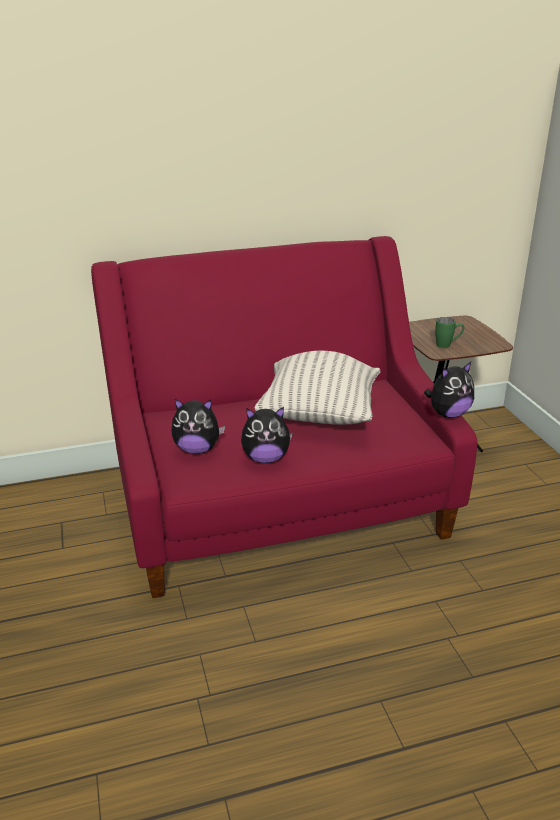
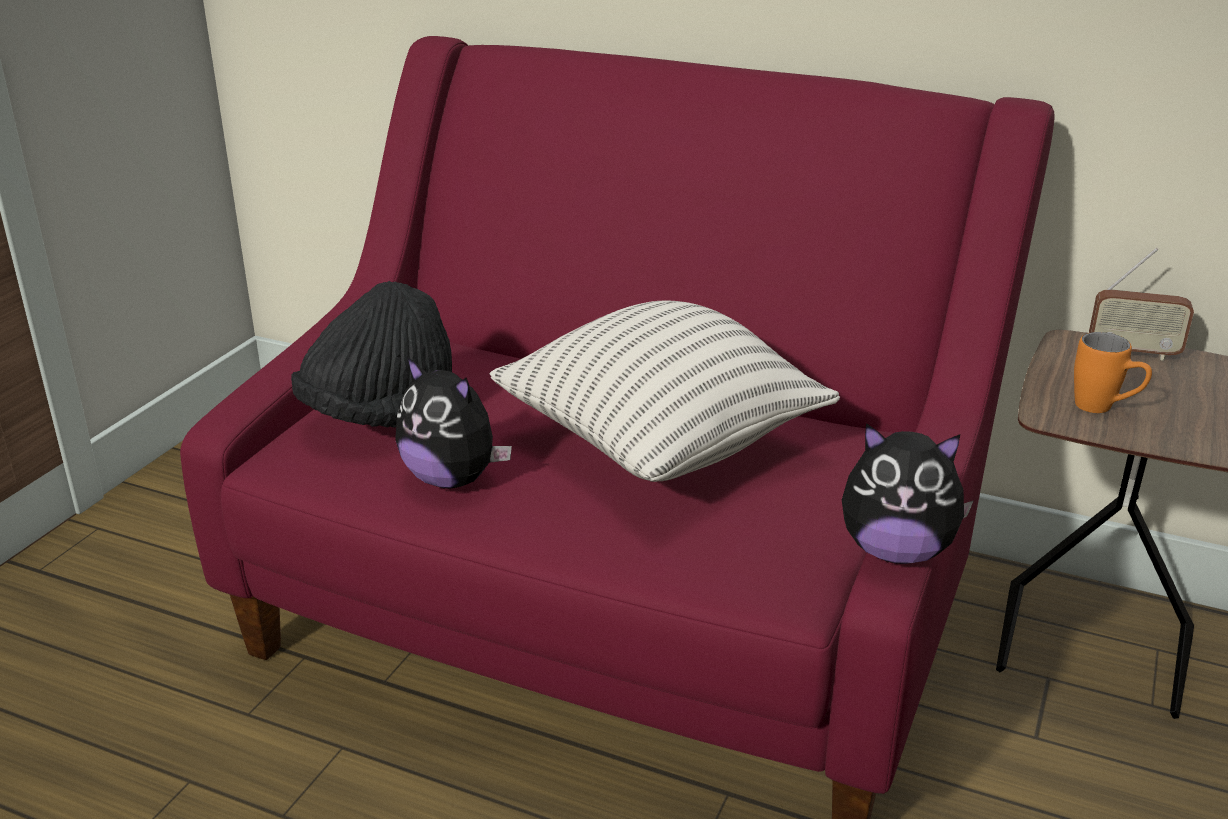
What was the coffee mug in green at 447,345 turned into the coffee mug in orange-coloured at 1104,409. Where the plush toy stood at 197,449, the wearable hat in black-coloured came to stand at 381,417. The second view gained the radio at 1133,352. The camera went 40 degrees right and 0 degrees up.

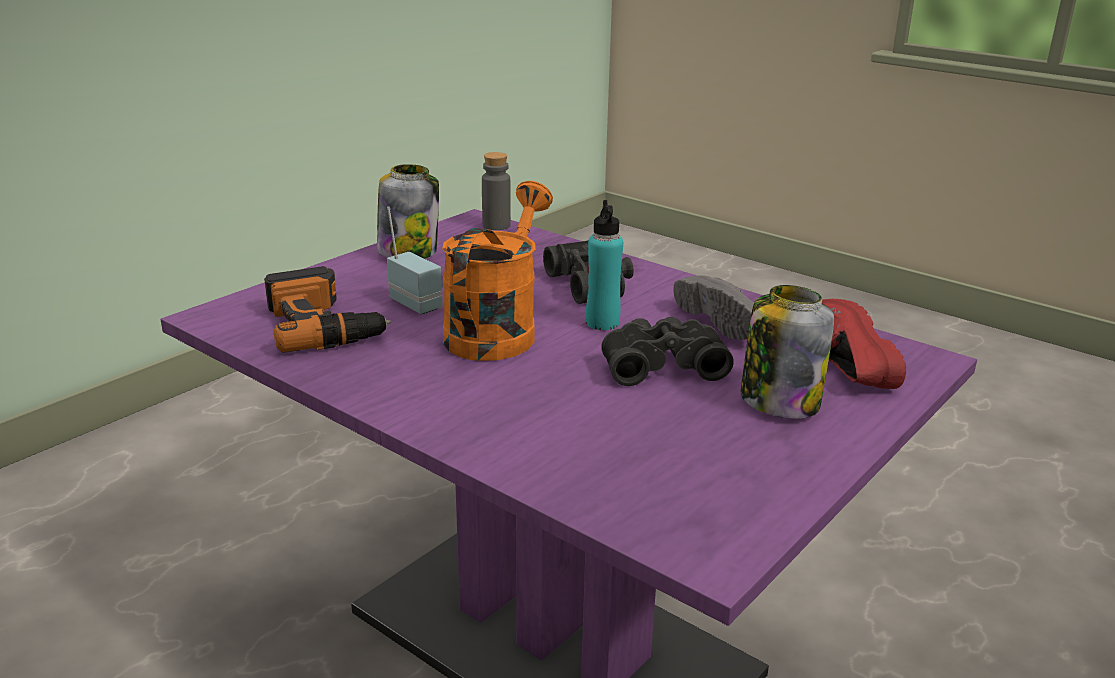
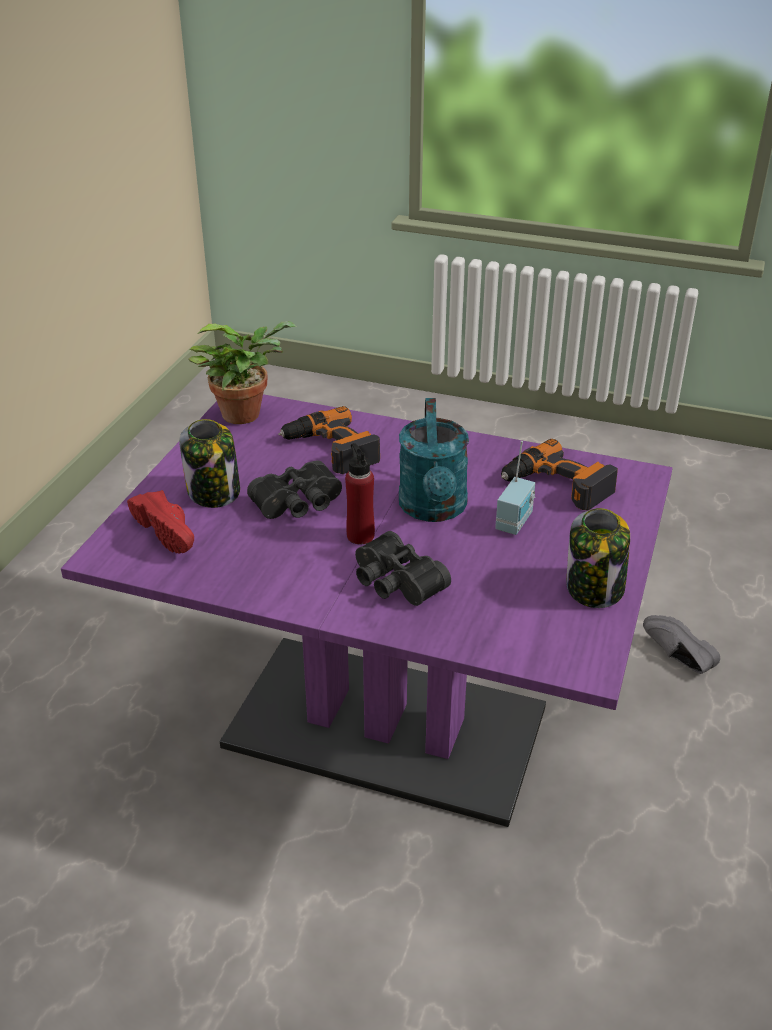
The second view lost the drink bottle in gray at 496,225. What was the sprinkling can in orange-coloured at 496,330 turned into the sprinkling can in blue-green at 434,509. What was the drink bottle in blue-green at 602,323 turned into the drink bottle in red at 360,536. The radio at 417,304 ended up facing another way, 90 degrees counterclockwise from before. The item of footwear in gray ended up elsewhere, having gone from 725,323 to 675,657. The second view gained the potted plant at 246,413. The second view gained the power drill at 330,449. The camera went 160 degrees right and 10 degrees up.

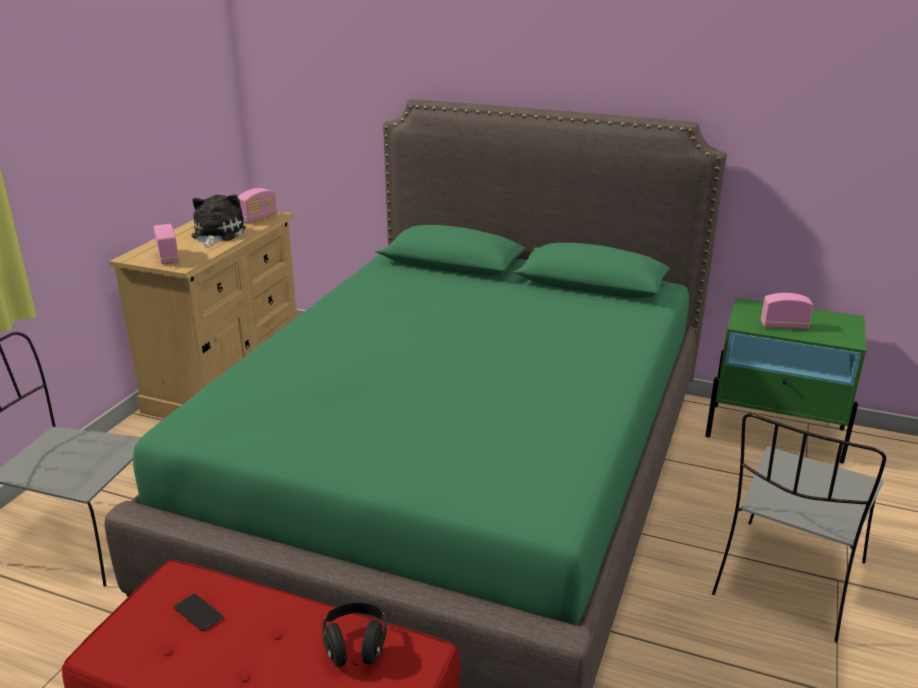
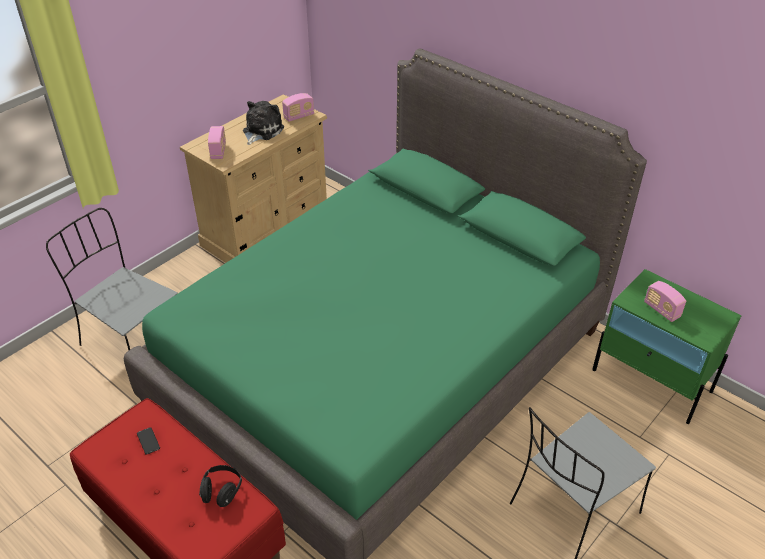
The radio at 783,326 ended up facing another way, 150 degrees counterclockwise from before. The camera went 20 degrees right and 15 degrees up.

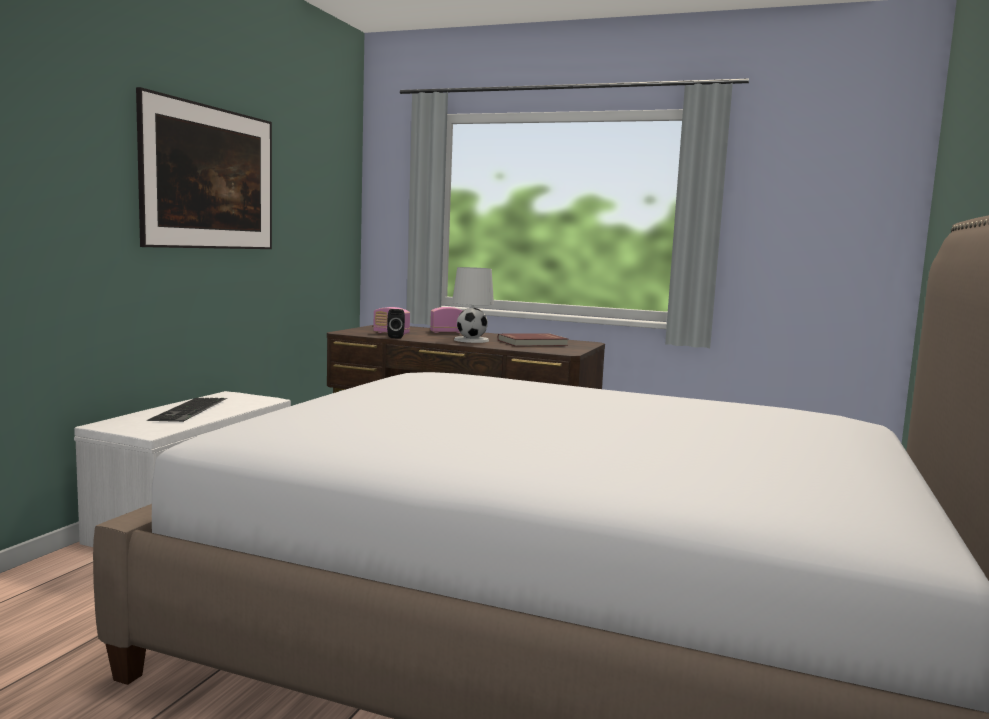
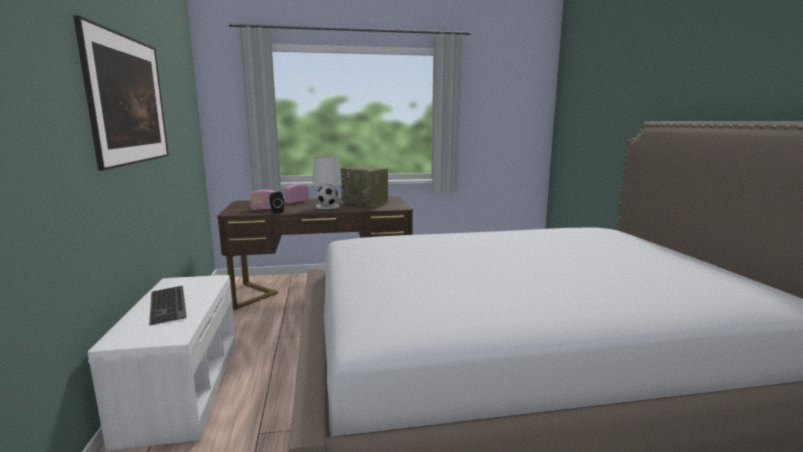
Where the volume in red stood at 533,343, the radio came to stand at 366,203. The camera went 30 degrees left and 5 degrees up.

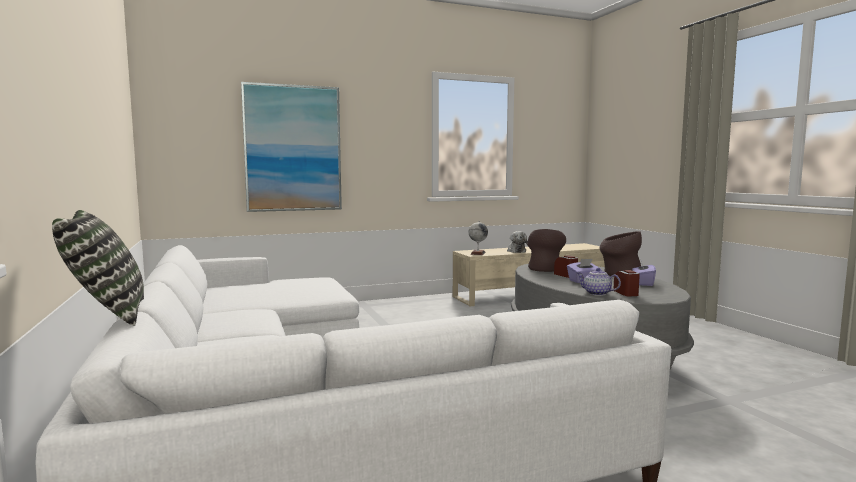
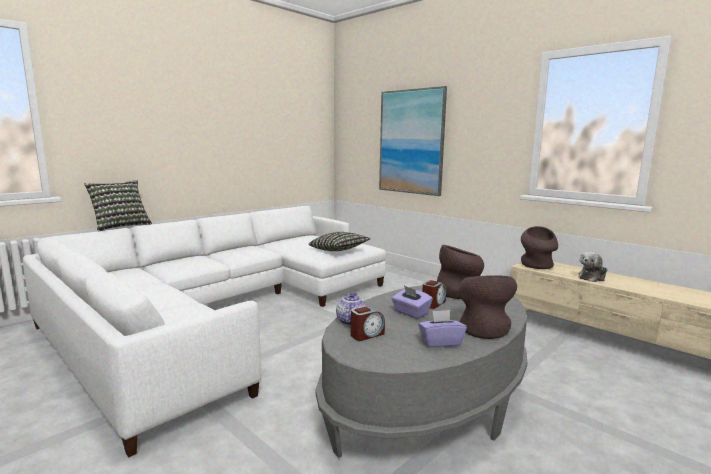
Where the world globe stood at 478,253, the decorative vase in brown-coloured came to stand at 537,266. The second view gained the cushion at 339,251. The camera went 65 degrees right and 5 degrees up.

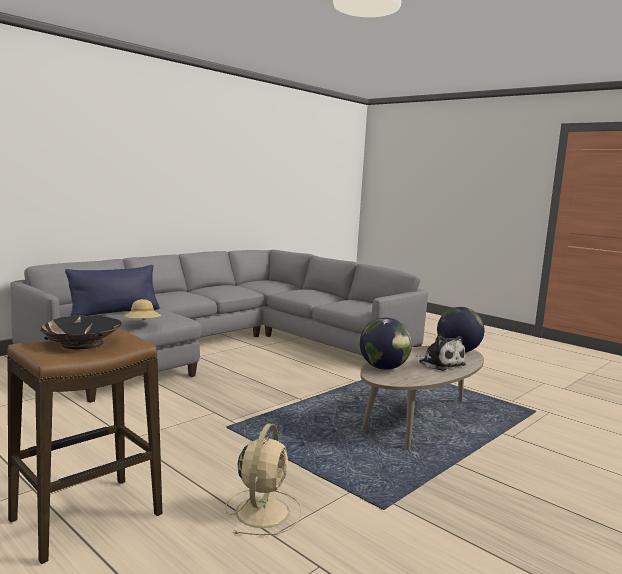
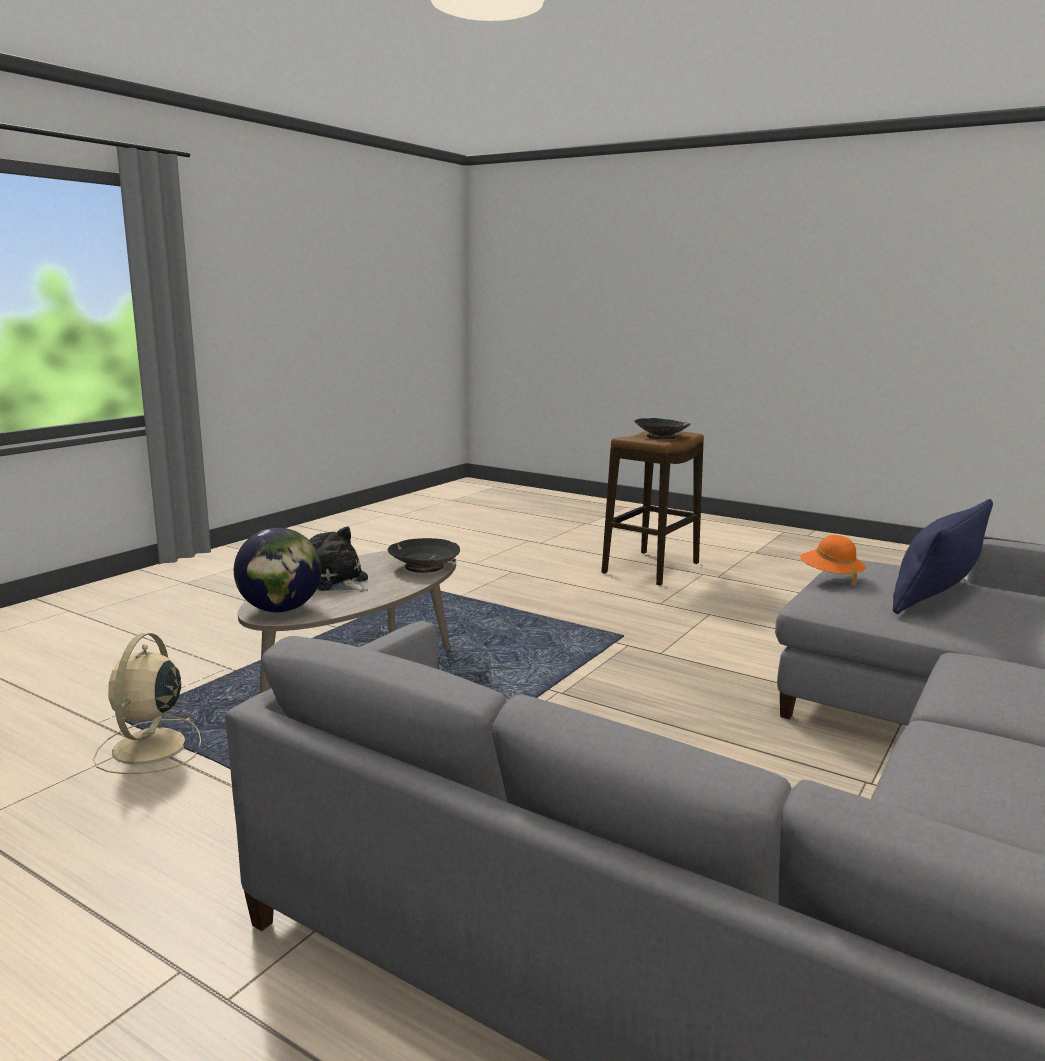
What was the wearable hat in beige at 142,324 turned into the wearable hat in orange-coloured at 830,576. Where the world globe stood at 384,368, the bowl in black-coloured came to stand at 424,566. The electric fan in beige ended up elsewhere, having gone from 263,511 to 149,748. The camera went 170 degrees right and 5 degrees up.

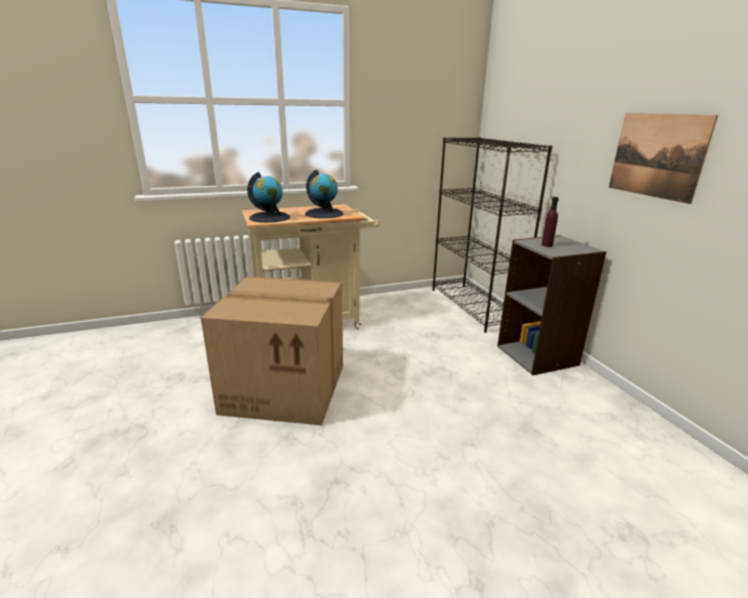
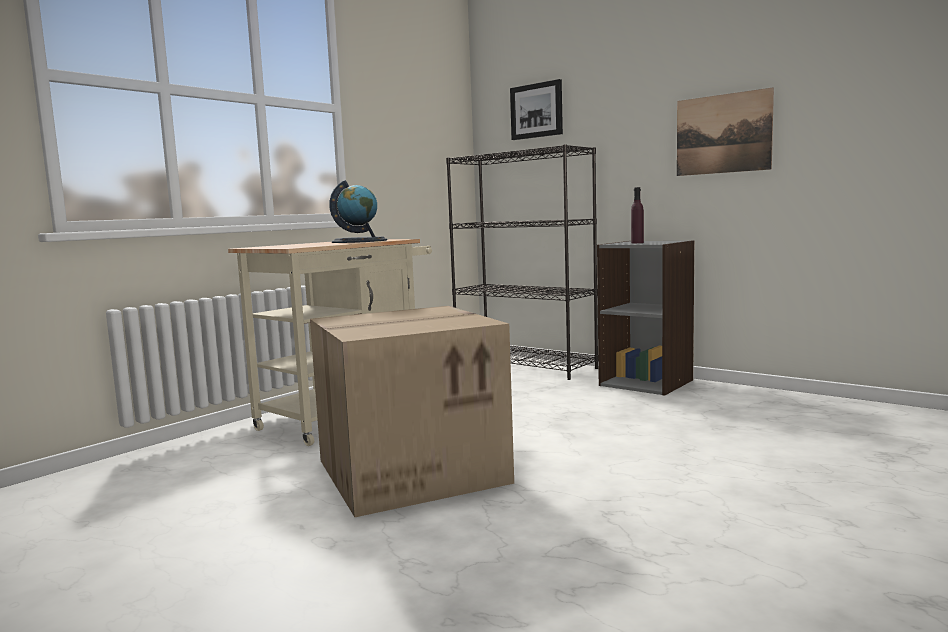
The second view lost the world globe at 269,217. The second view gained the picture at 537,110. The camera went 30 degrees left and 15 degrees down.

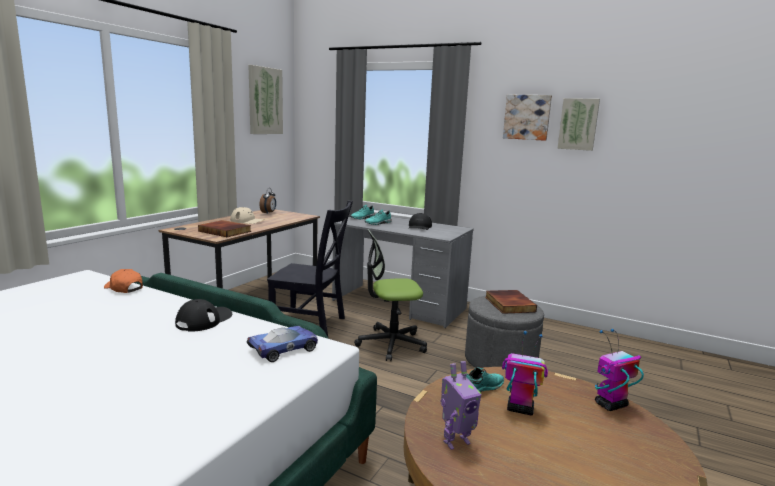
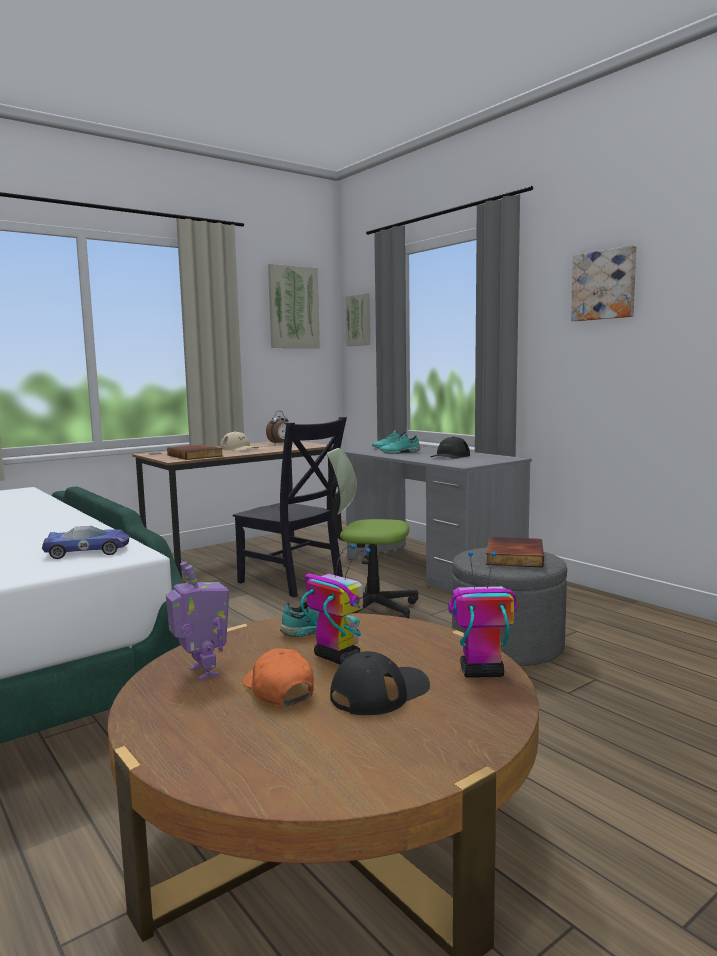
The picture ended up elsewhere, having gone from 578,124 to 359,320. The peaked cap in orange-coloured ended up elsewhere, having gone from 124,288 to 278,690. The peaked cap in black-coloured ended up elsewhere, having gone from 204,320 to 380,692. The robot figure at 455,441 ended up facing another way, 120 degrees counterclockwise from before. The camera went 25 degrees right and 5 degrees down.

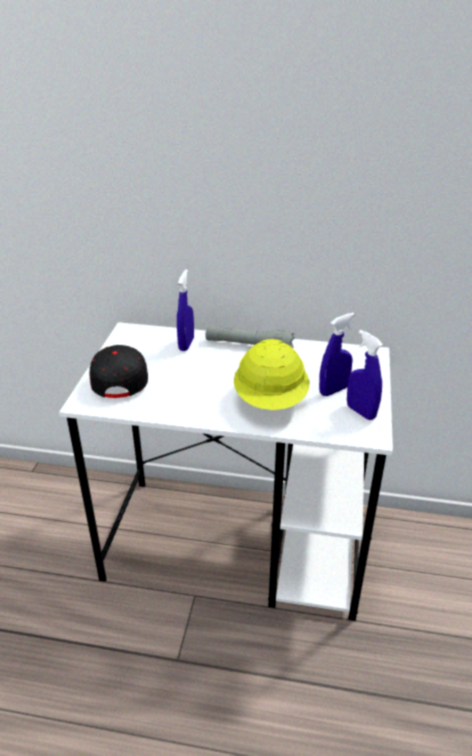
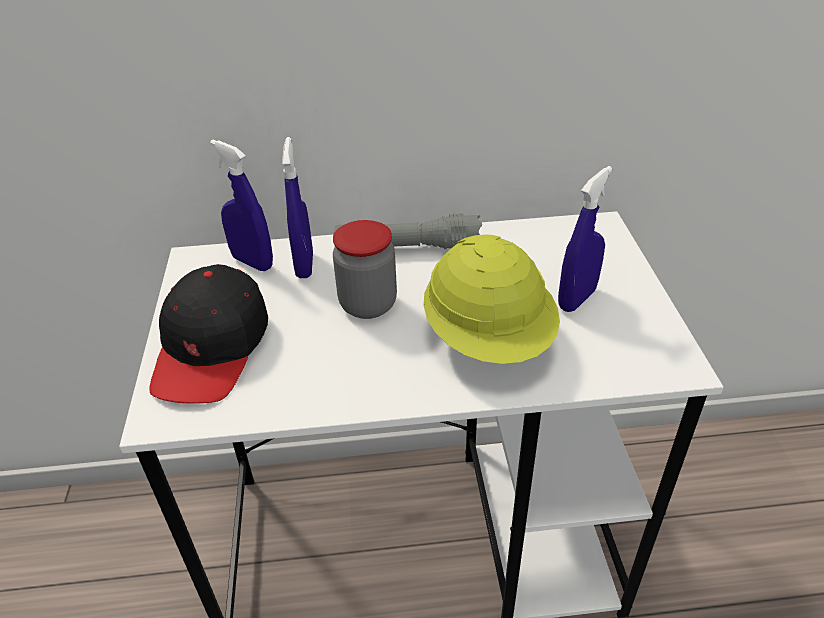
The sprayer in blue-coloured ended up elsewhere, having gone from 360,412 to 252,262. The peaked cap in black-coloured at 120,376 ended up facing another way, 150 degrees counterclockwise from before. The second view gained the storage jar at 368,304. The camera went 15 degrees left and 5 degrees up.

